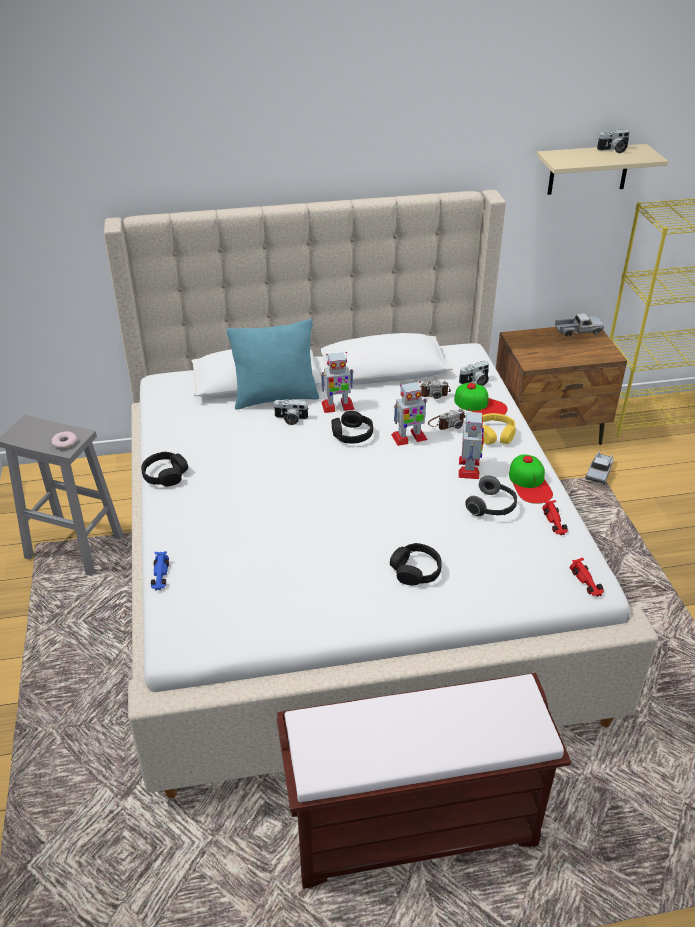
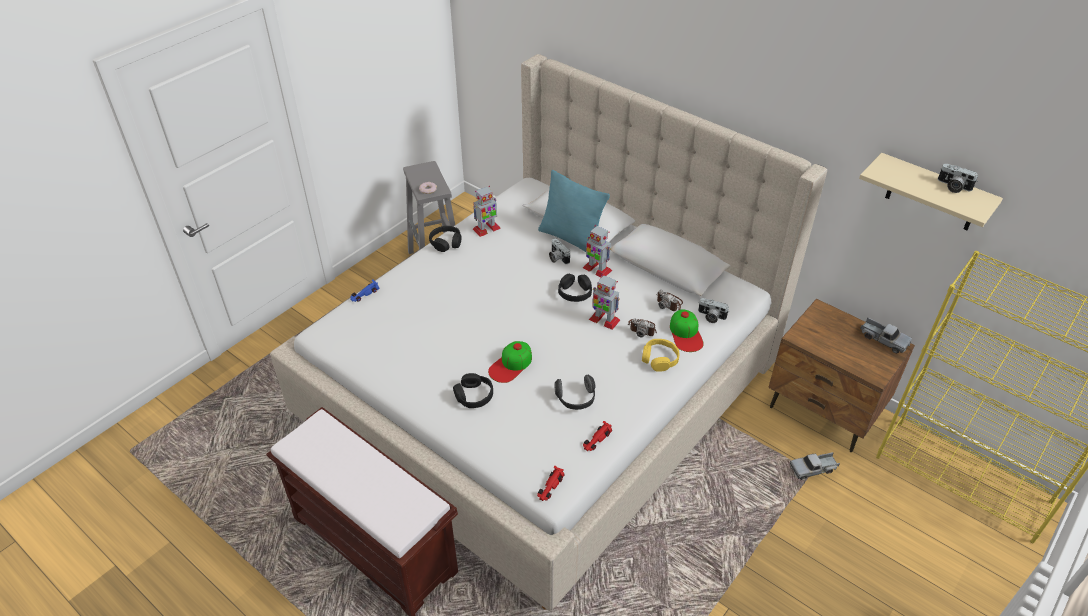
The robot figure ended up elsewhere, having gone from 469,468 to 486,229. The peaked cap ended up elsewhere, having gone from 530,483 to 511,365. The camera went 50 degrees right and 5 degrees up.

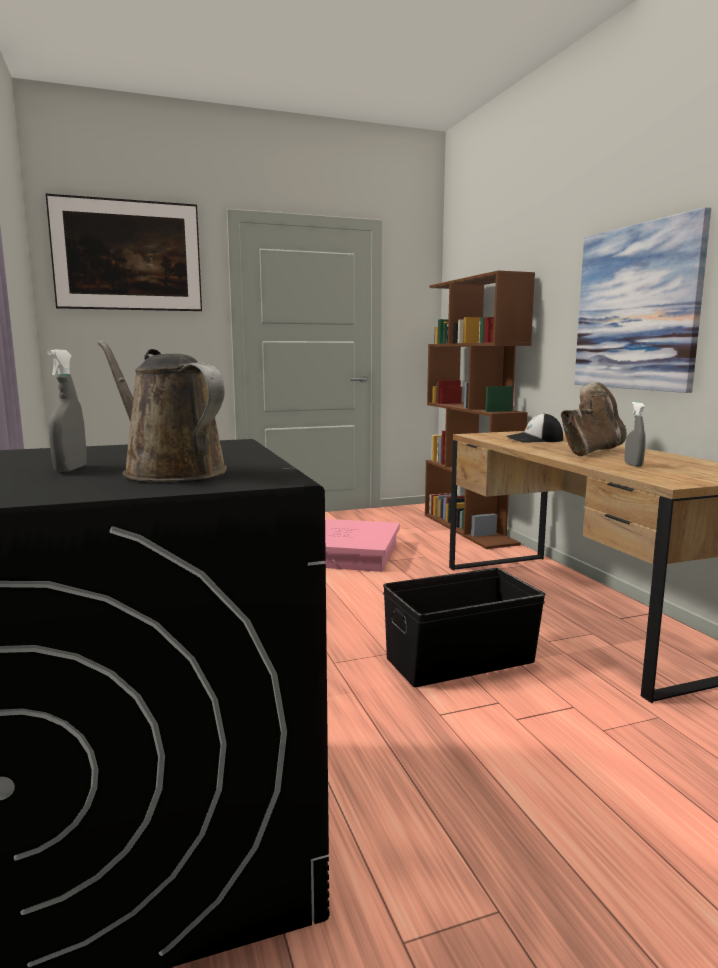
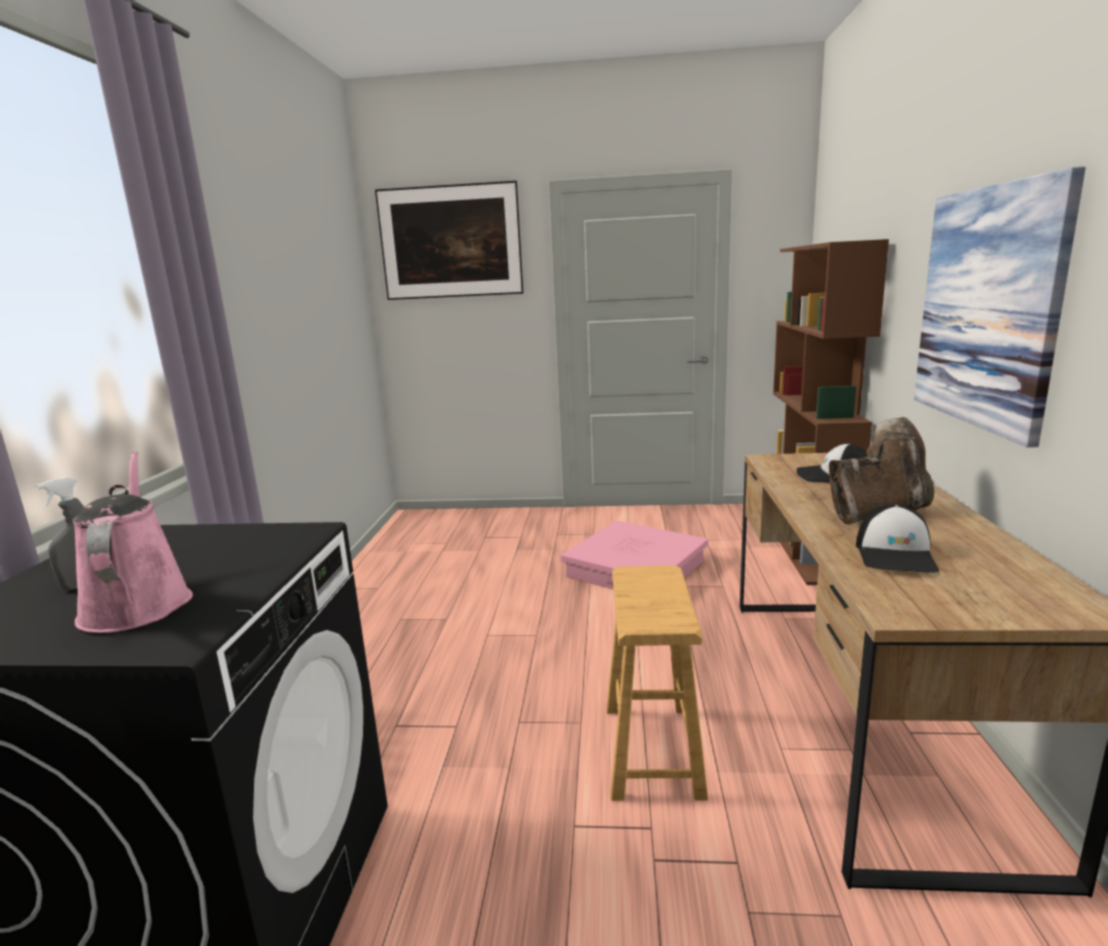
What was the sprinkling can in brown-coloured at 169,471 turned into the sprinkling can in pink-coloured at 138,602. Where the sprayer in gray stood at 633,465, the peaked cap came to stand at 896,555. Where the storage container in black-coloured stood at 459,659, the sitting stool in brown-coloured came to stand at 651,750. The camera went 25 degrees right and 5 degrees up.

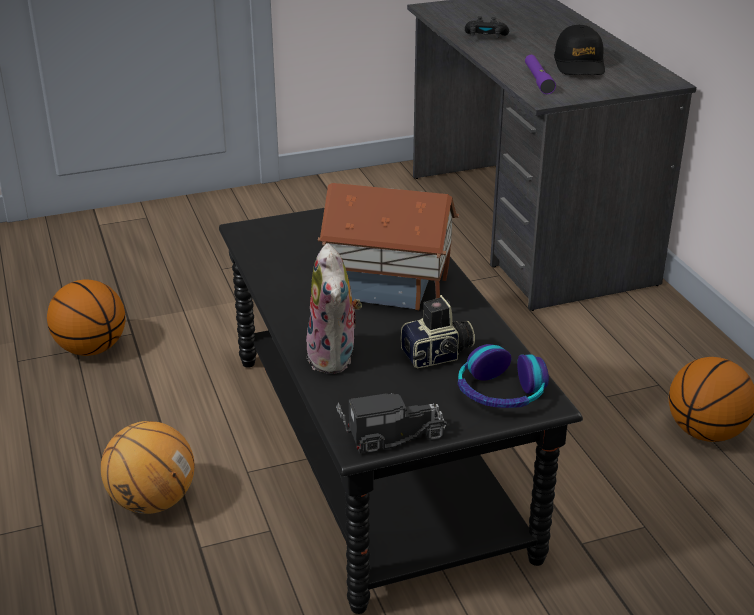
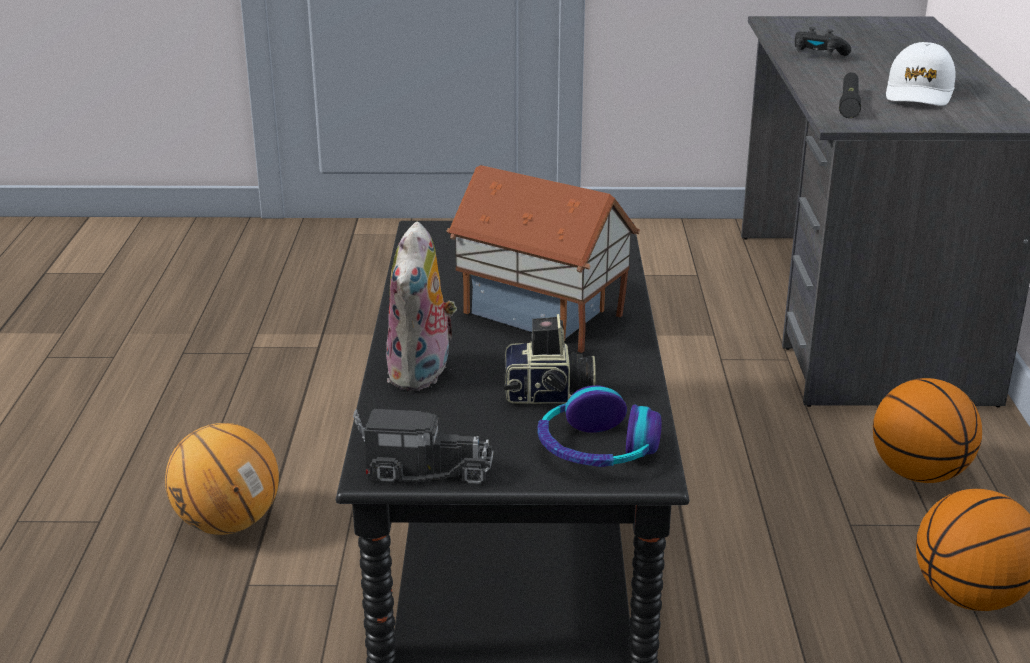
What was the peaked cap in black-coloured at 579,64 turned into the peaked cap in whitish at 919,93. What was the torch in purplish at 538,80 turned into the torch in black-coloured at 849,103. The basketball ball ended up elsewhere, having gone from 91,349 to 919,474. The camera went 20 degrees right and 5 degrees down.

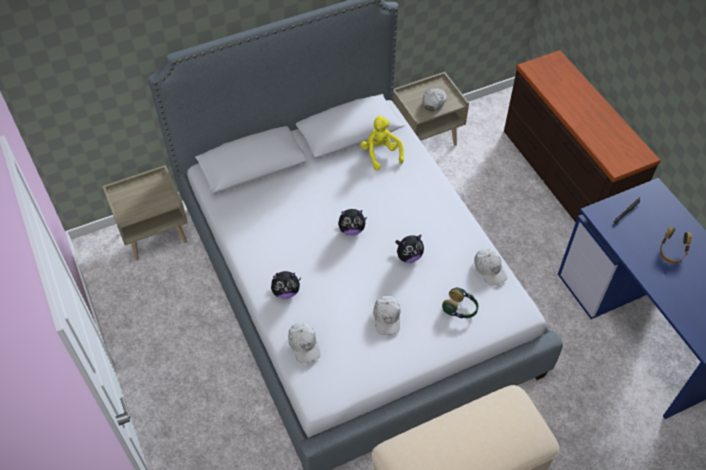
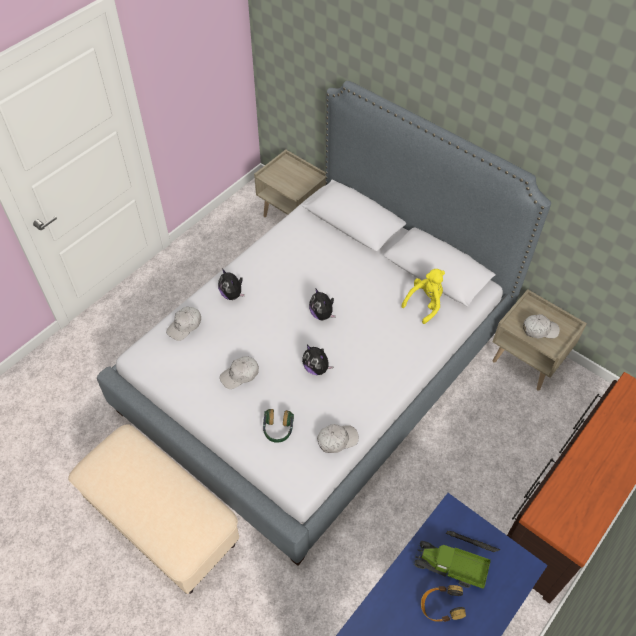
The peaked cap in whitish at 489,269 ended up facing another way, 150 degrees counterclockwise from before. The second view gained the toy truck at 450,568. The camera went 65 degrees right and 0 degrees up.

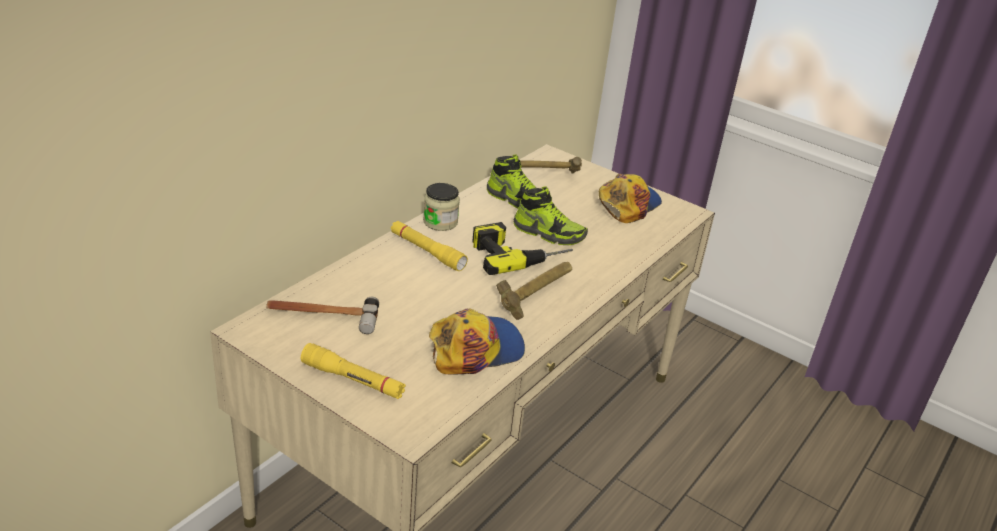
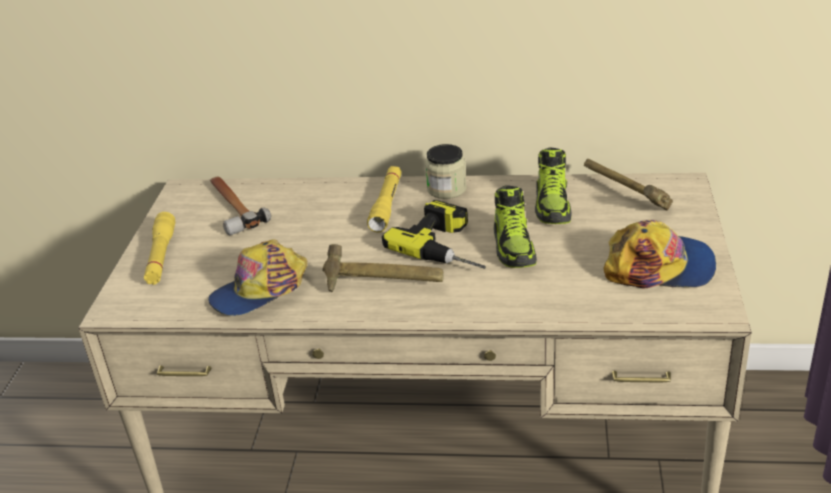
The peaked cap at 476,349 ended up facing another way, 105 degrees clockwise from before. The camera went 65 degrees right and 0 degrees up.

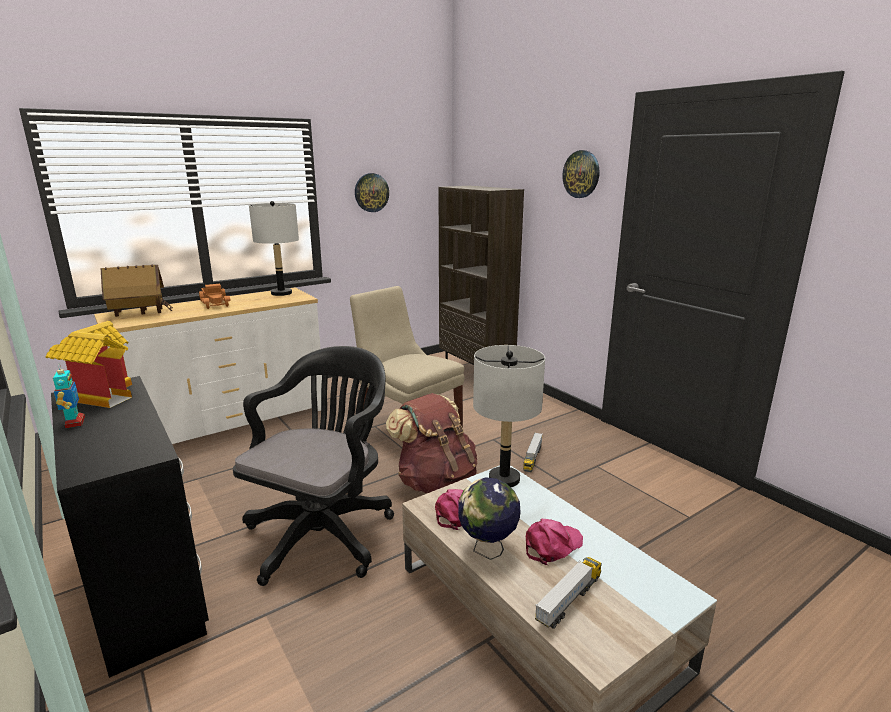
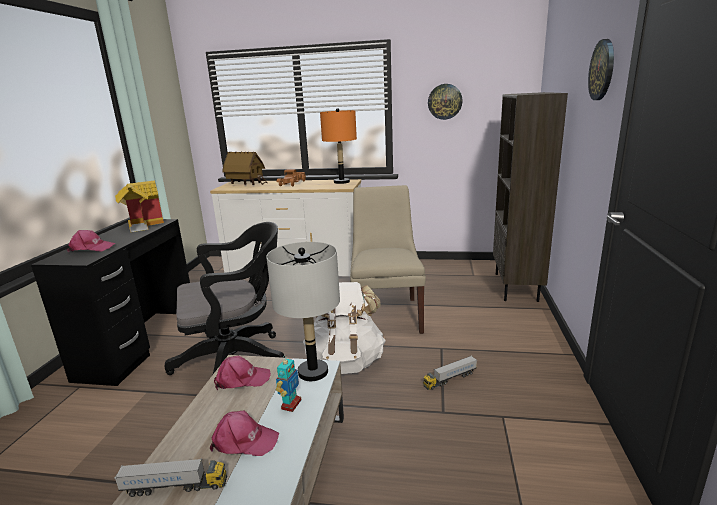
What was the tabletop lamp in gray at 281,293 turned into the tabletop lamp in orange-coloured at 342,182. The robot figure ended up elsewhere, having gone from 74,423 to 290,404. What was the knapsack in brown-coloured at 436,482 turned into the knapsack in whitish at 346,361. The second view lost the world globe at 487,549. The second view gained the peaked cap in pink-coloured at 91,248. The camera went 45 degrees right and 0 degrees up.

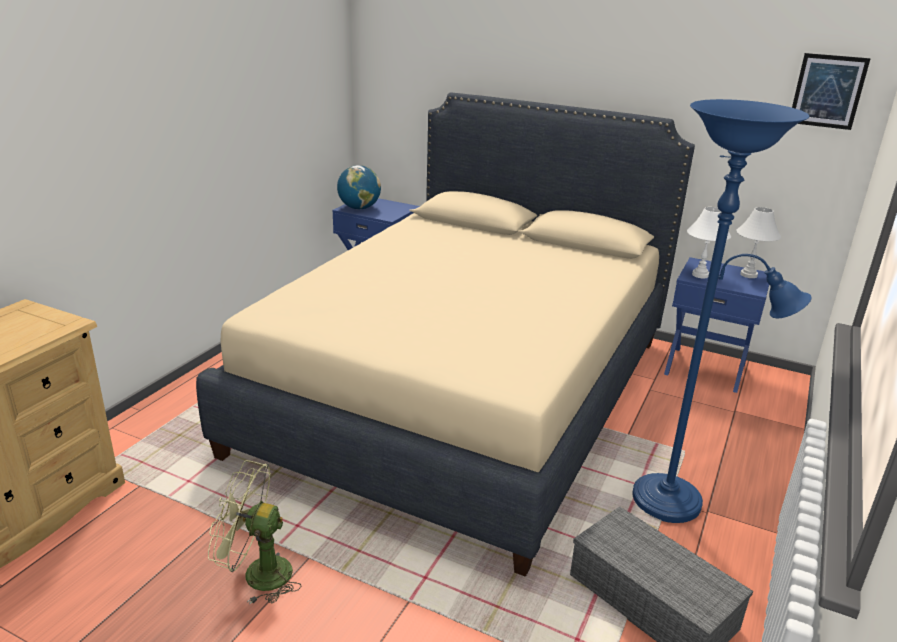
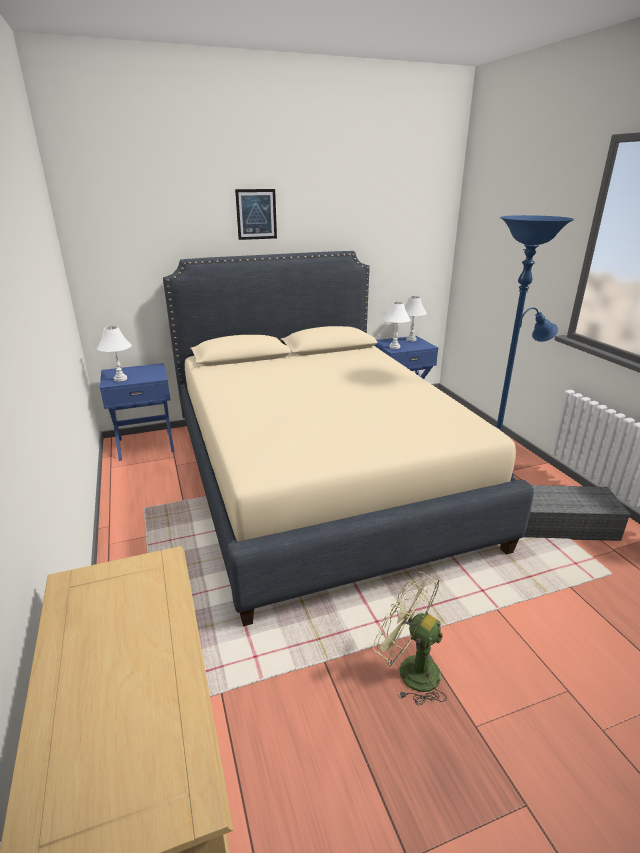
The picture ended up elsewhere, having gone from 828,91 to 256,214. Where the world globe stood at 359,208, the tabletop lamp in whitish came to stand at 120,379. The electric fan in green at 257,574 ended up facing another way, 75 degrees clockwise from before. The camera went 45 degrees left and 0 degrees up.

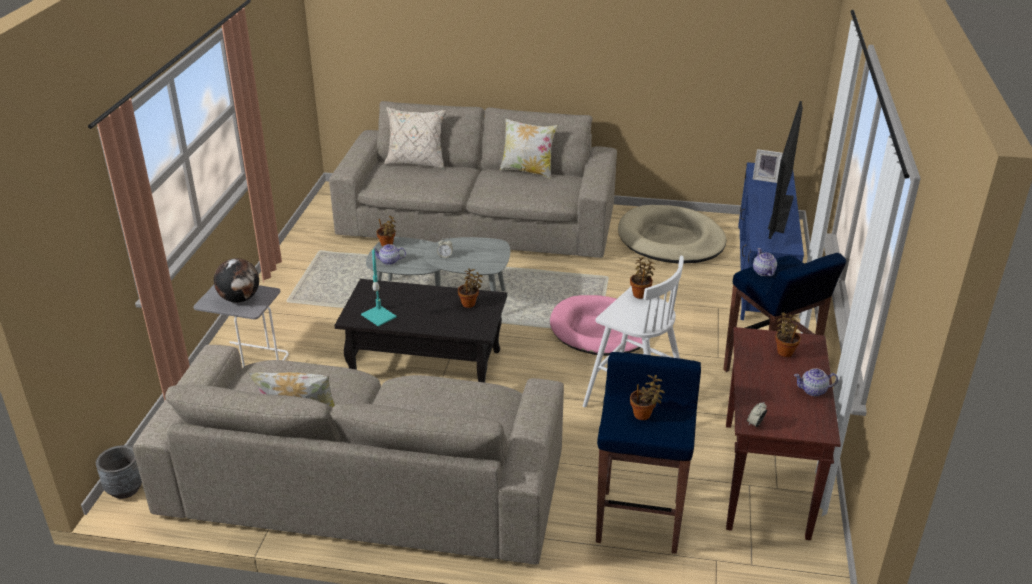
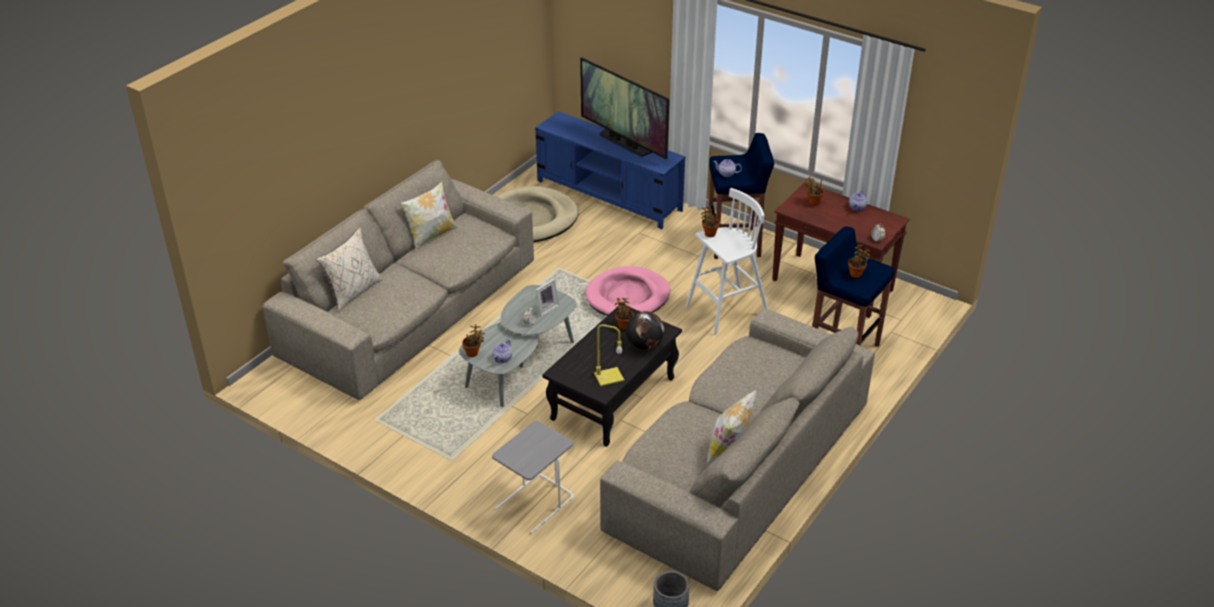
The picture frame ended up elsewhere, having gone from 765,179 to 546,308. What was the tabletop lamp in blue-green at 378,315 turned into the tabletop lamp in yellowish at 608,377. The world globe ended up elsewhere, having gone from 240,299 to 644,345. The camera went 65 degrees left and 5 degrees up.

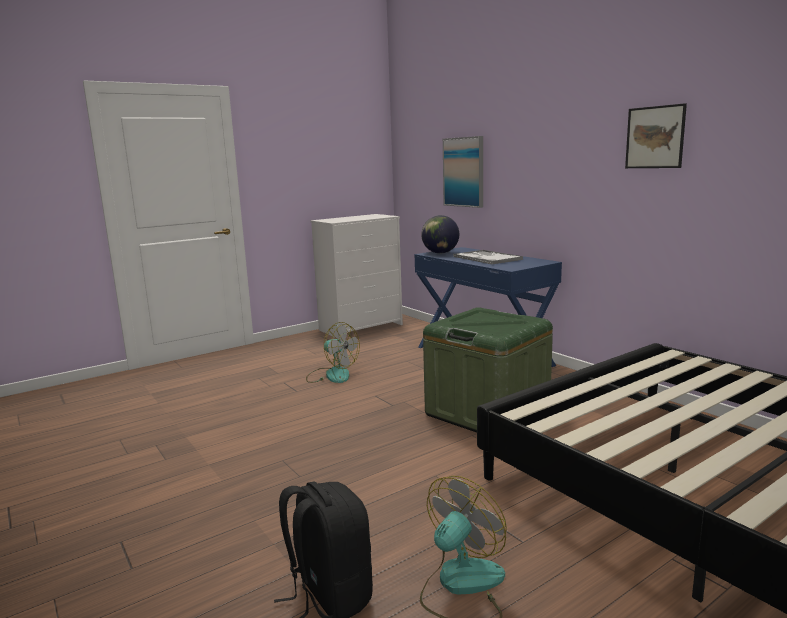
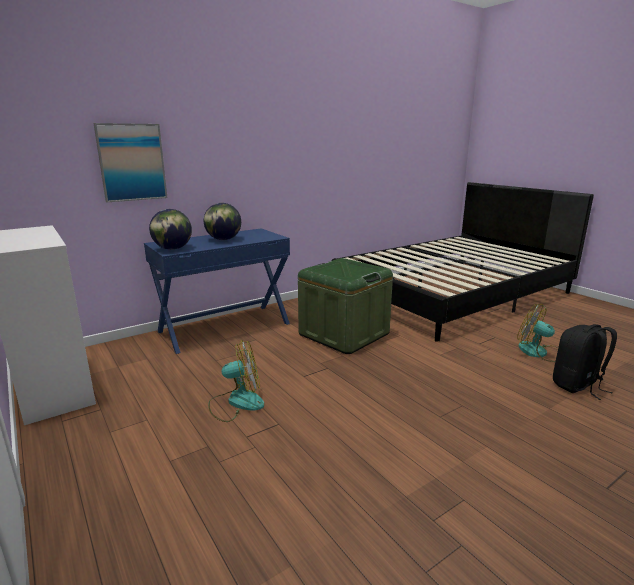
The second view lost the picture at 655,137. Where the serving tray stood at 486,258, the world globe came to stand at 223,239. The electric fan at 332,375 ended up facing another way, 45 degrees clockwise from before. The camera went 90 degrees left and 5 degrees up.

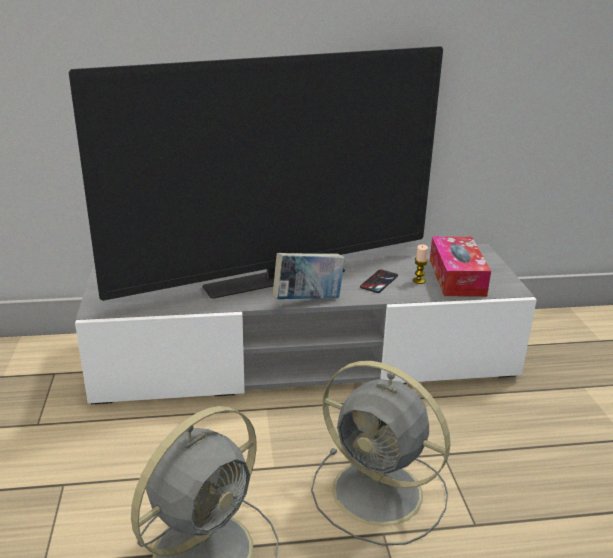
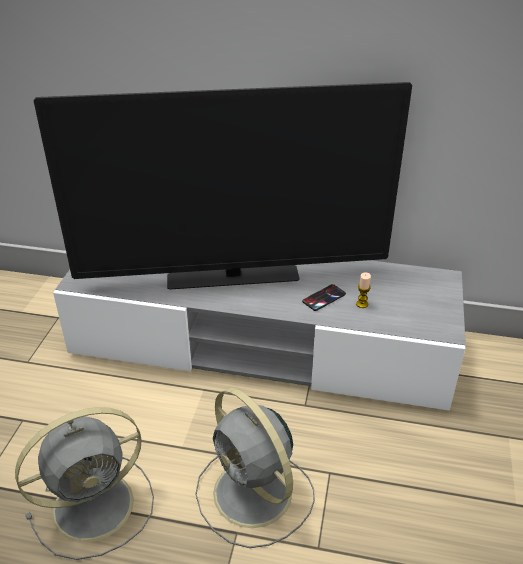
The second view lost the tissue holder at 456,277. The second view lost the volume at 308,301. The camera went 20 degrees right and 10 degrees up.

